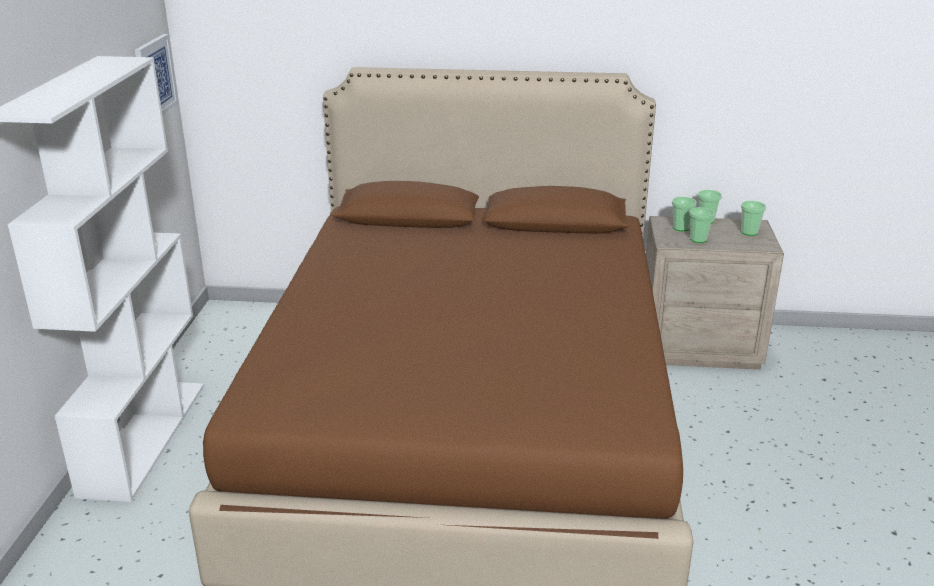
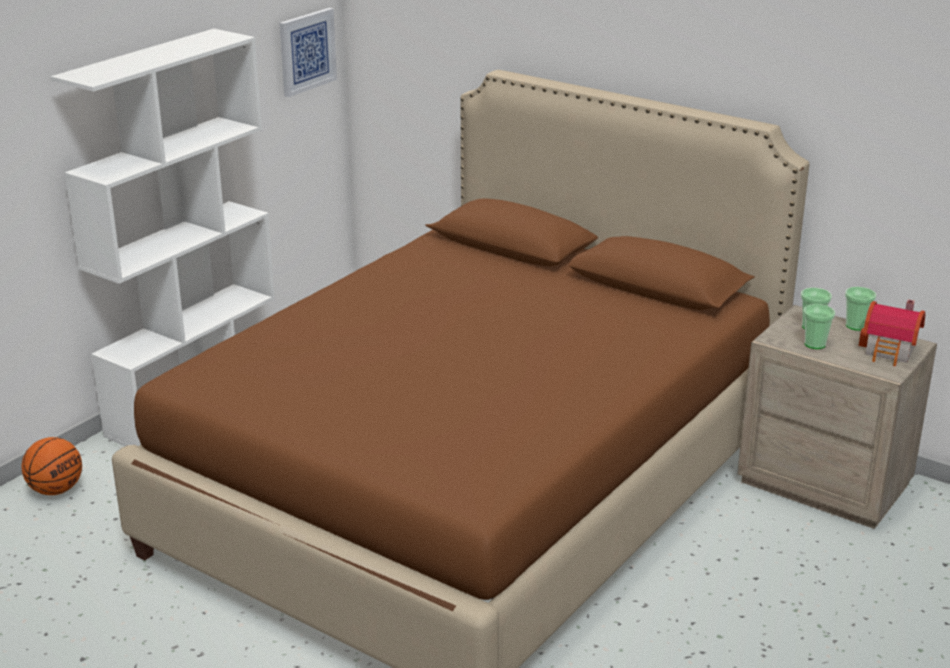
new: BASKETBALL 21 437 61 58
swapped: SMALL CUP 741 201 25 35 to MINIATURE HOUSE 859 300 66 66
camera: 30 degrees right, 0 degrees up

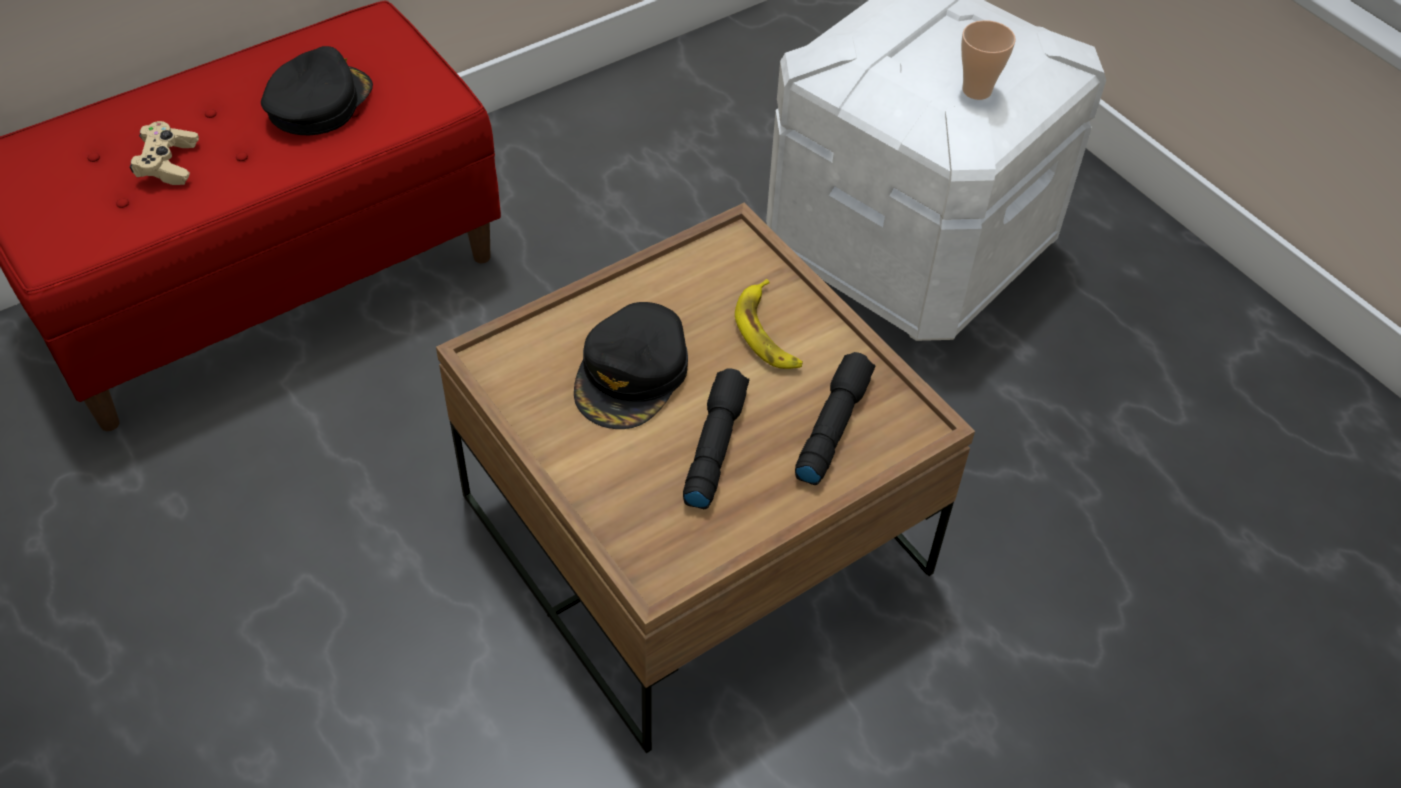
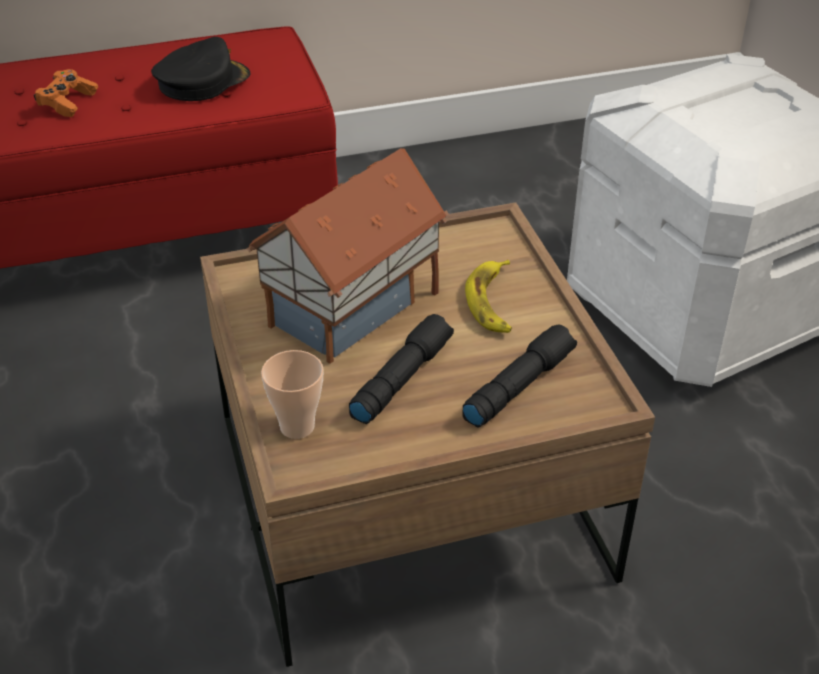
shifted: SMALL CUP 961 20 55 80 to 261 350 63 89
swapped: BLACK CAP 574 302 114 127 to MINIATURE HOUSE 247 148 201 216
repainted: SAND-COLOURED JOYPAD 130 121 69 64 to ORANGE JOYPAD 34 69 64 48
camera: 20 degrees right, 10 degrees down

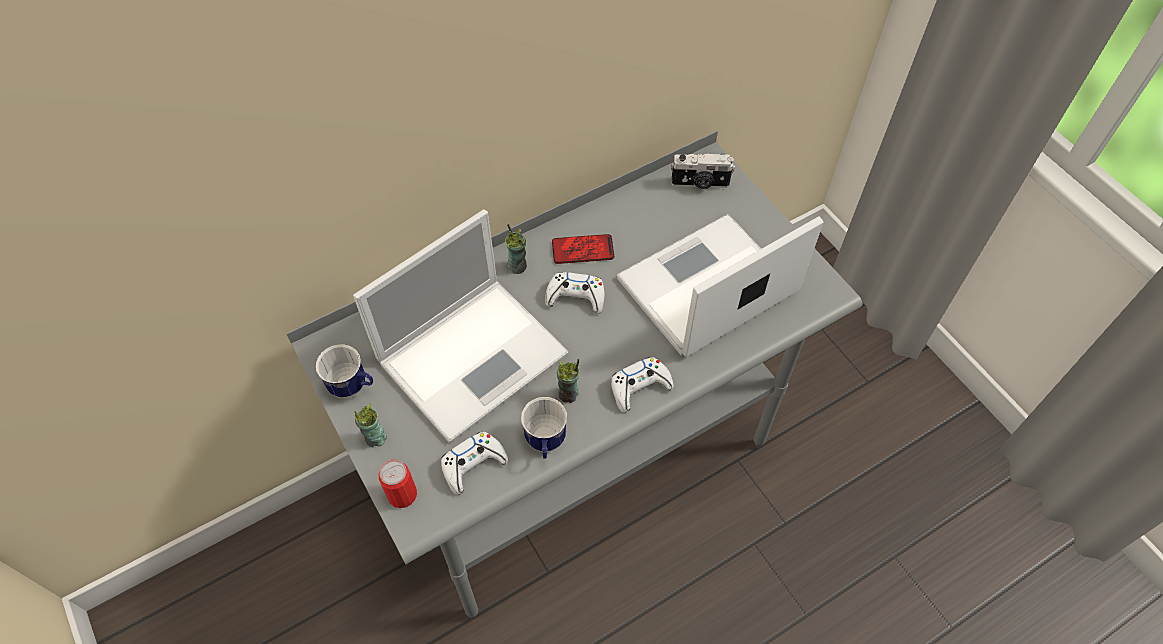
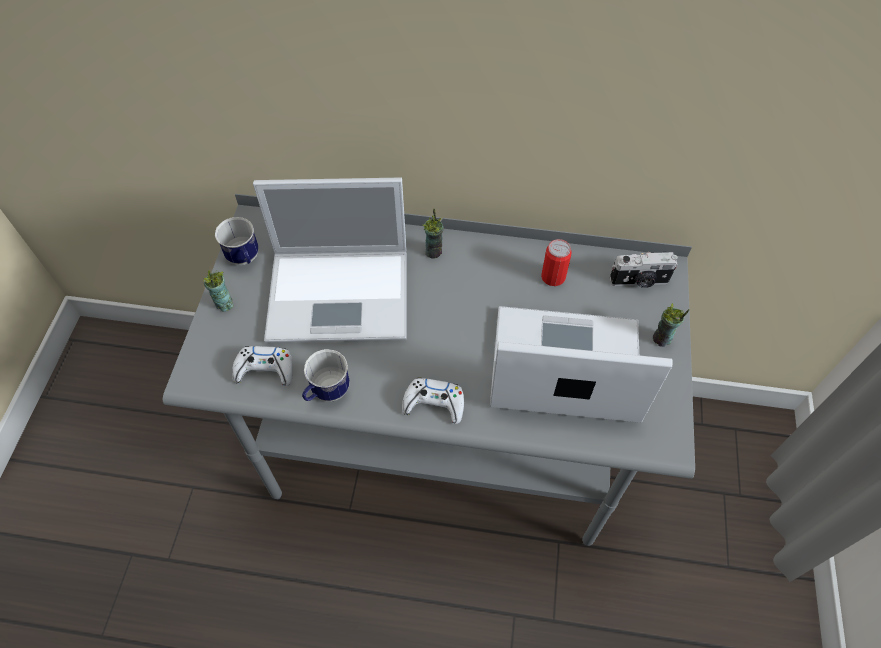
gone: WHITISH JOYPAD 545 272 60 42; HANDSET 552 234 62 30
shifted: CAN 379 460 38 48 to 541 239 31 47; SMALL CUP 557 358 23 45 to 653 303 37 44
rotated: STILL CAMERA 671 153 64 36 = 610 252 68 36 45 degrees counterclockwise
camera: 40 degrees right, 0 degrees up

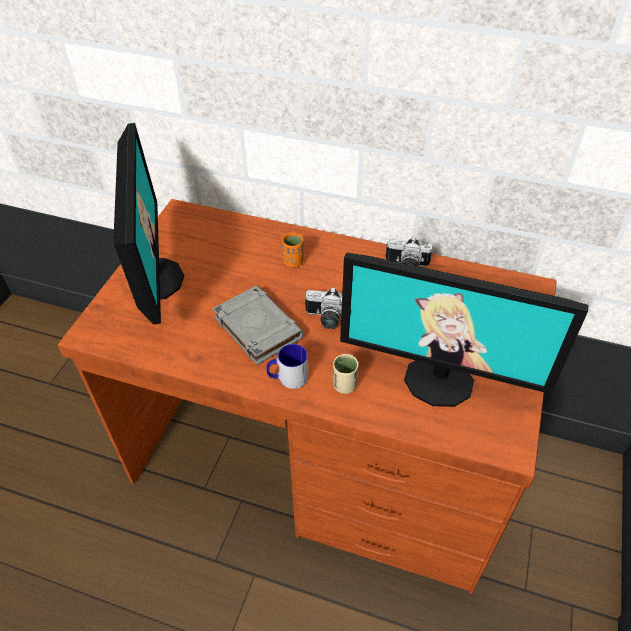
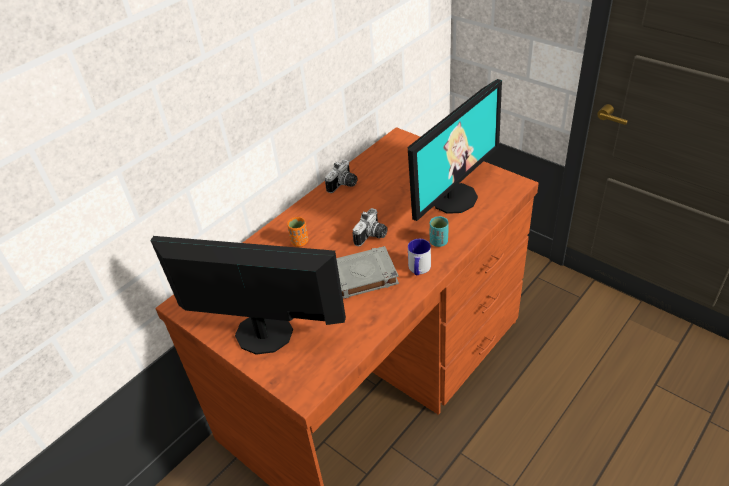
repainted: SAND-COLOURED SMALL CUP 333 354 26 40 to TURQUOISE-COLOURED SMALL CUP 430 216 19 31
camera: 65 degrees left, 5 degrees down

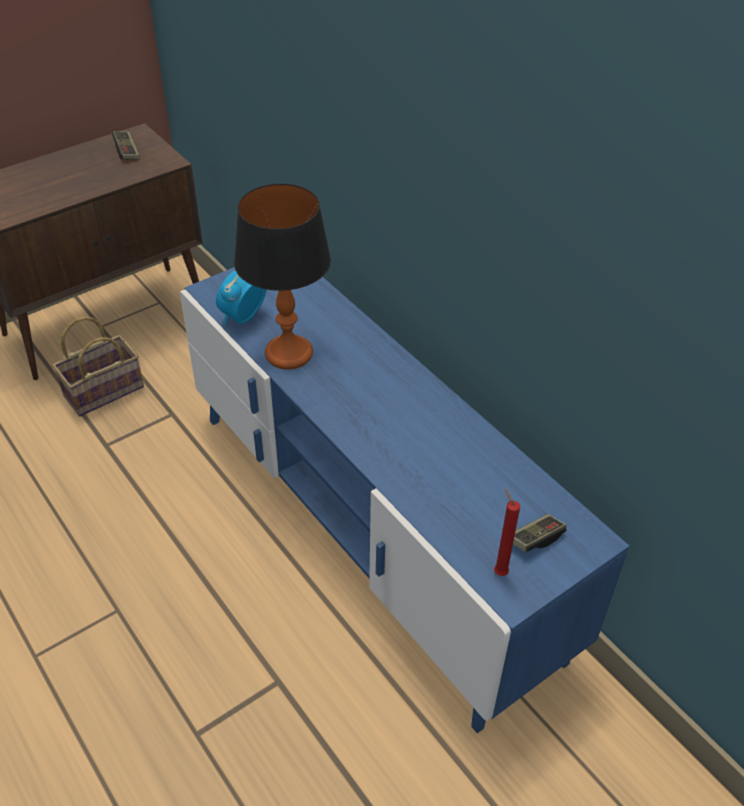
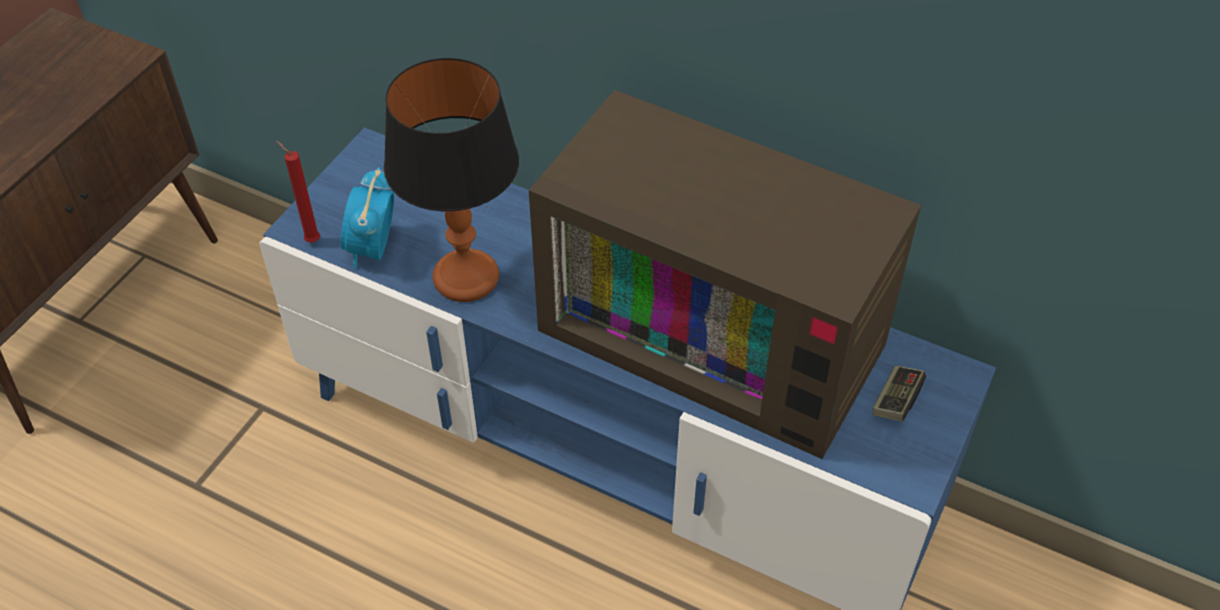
gone: STORAGE BASKET 52 316 92 100; JOYPAD 112 131 27 29
new: TV 529 90 392 369
shifted: REDDISH WAX CANDLE 494 489 26 87 to 276 141 44 102
camera: 25 degrees left, 5 degrees up

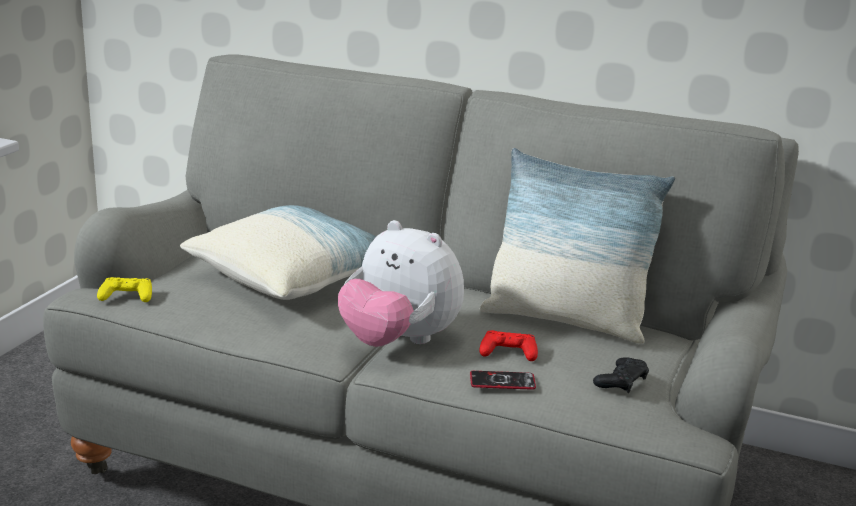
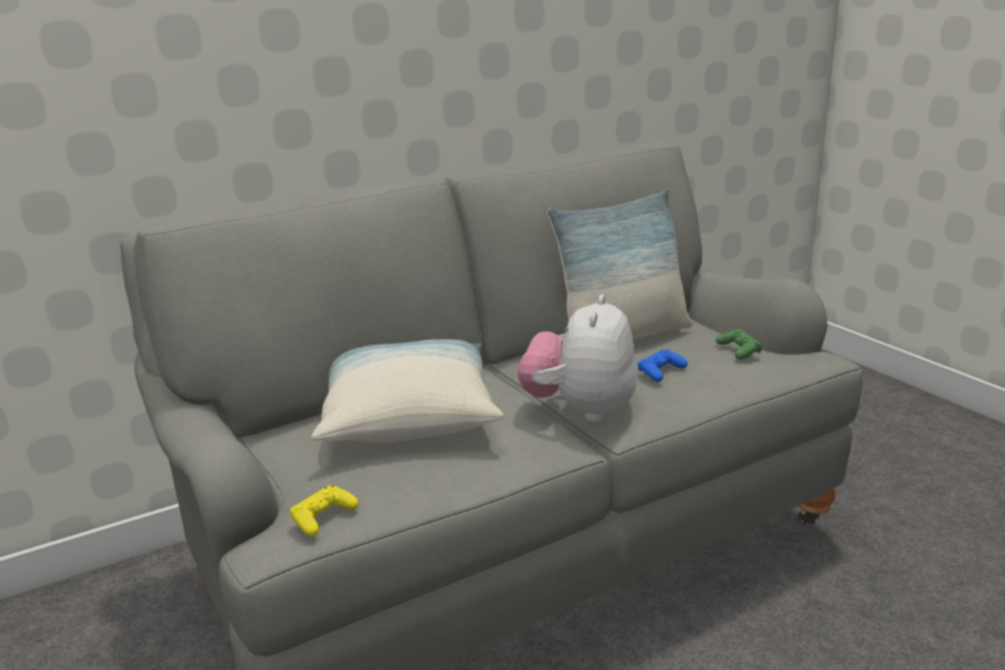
gone: HANDSET 470 371 66 19
repainted: REDDISH JOYPAD 479 330 59 31 to BLUE JOYPAD 638 350 50 32; BLACK JOYPAD 593 357 56 36 to GREEN-COLOURED JOYPAD 716 329 47 31
rotated: SOFT TOY 338 220 126 127 = 518 294 119 128 120 degrees clockwise
camera: 50 degrees left, 0 degrees up

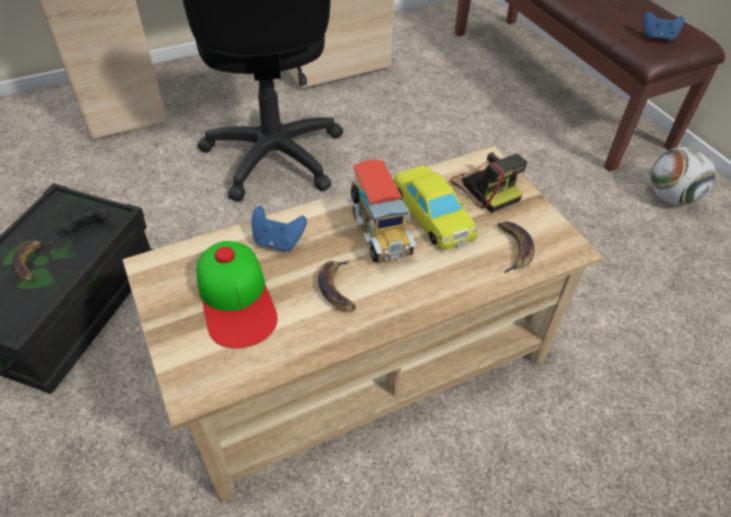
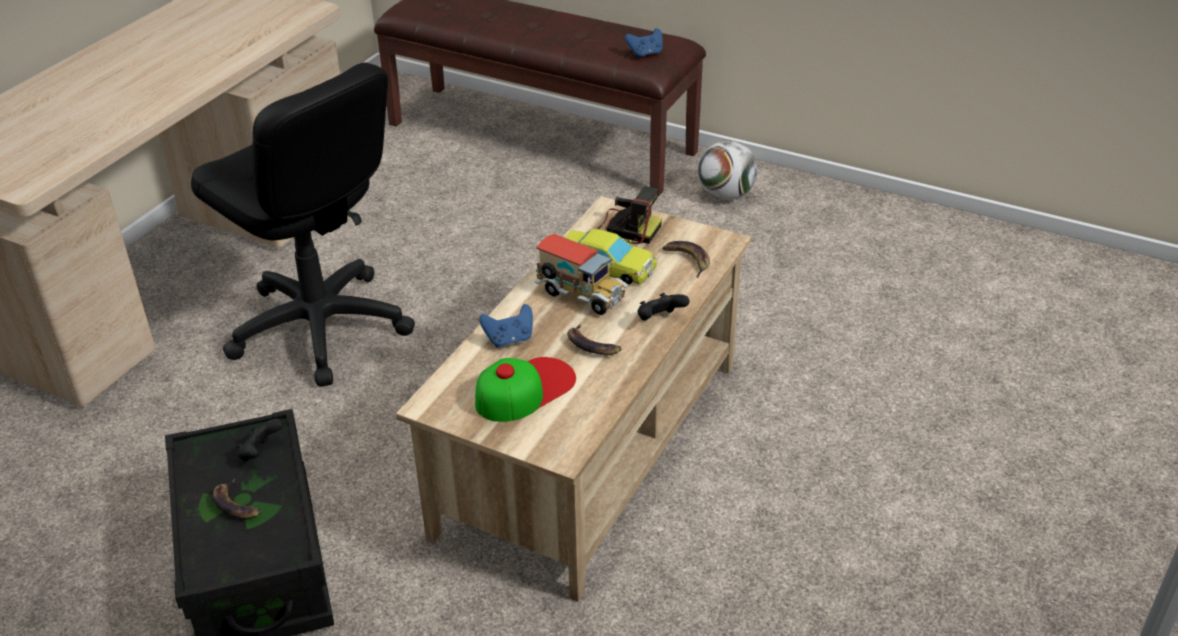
new: BLACK JOYPAD 637 293 53 28
rotated: CAP 197 241 80 108 = 475 357 101 65 75 degrees counterclockwise
camera: 35 degrees left, 10 degrees down

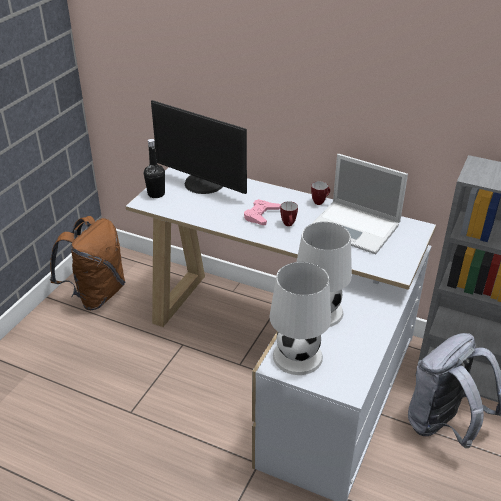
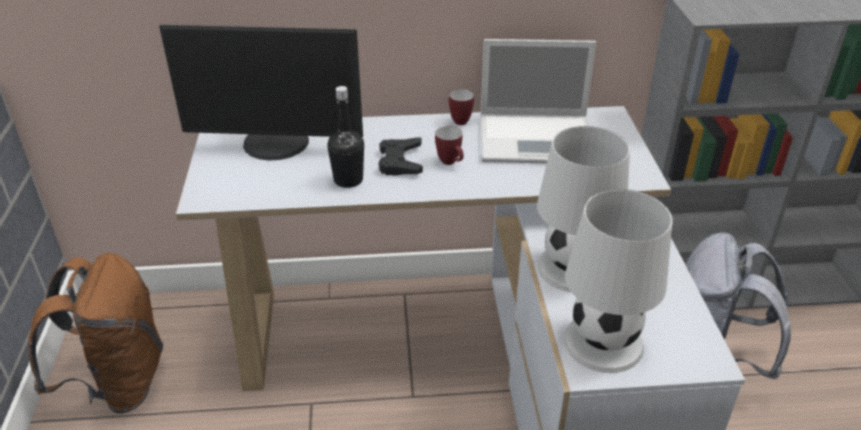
shifted: BLACK DRINK BOTTLE 144 139 21 59 to 327 86 37 102
repainted: PINK JOYPAD 244 199 37 26 to BLACK JOYPAD 379 137 44 38
camera: 30 degrees left, 0 degrees up

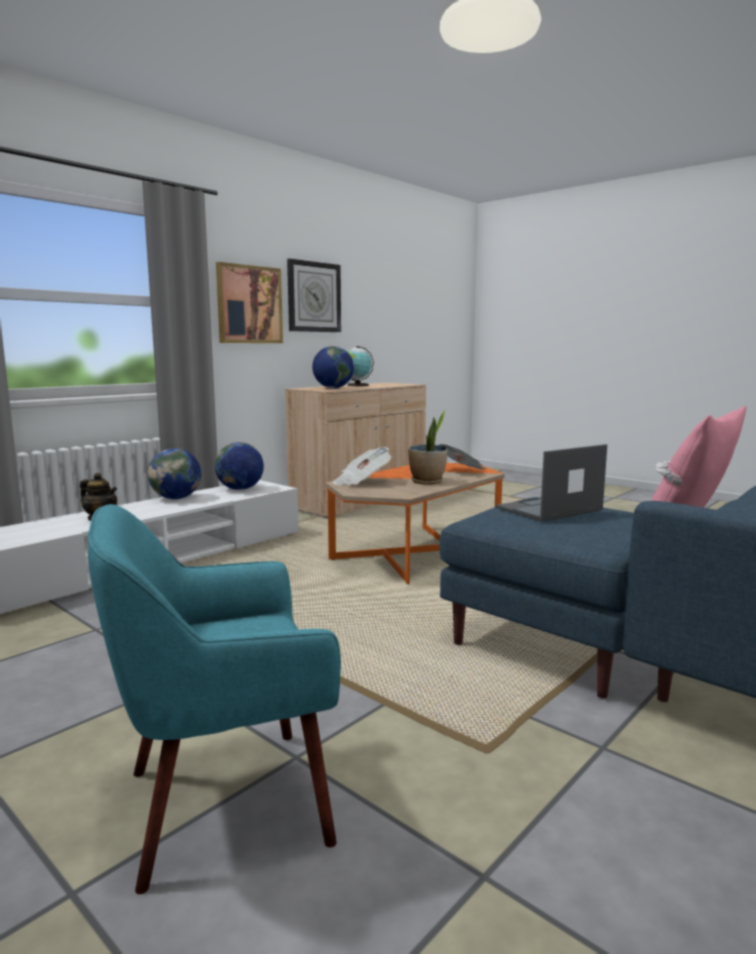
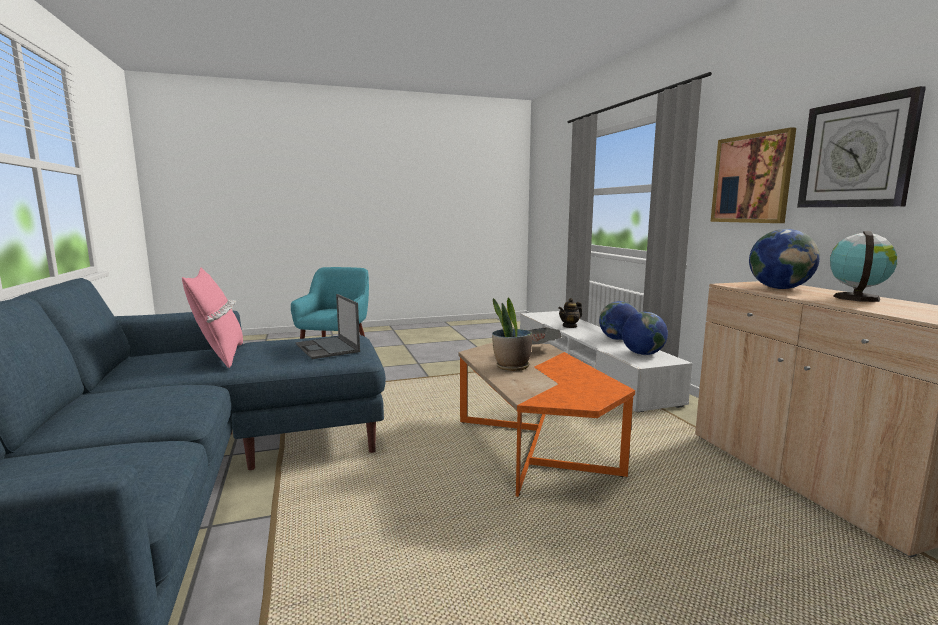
gone: PRINTED PAPER 438 444 48 26
rotated: LAPTOP 496 444 111 78 = 296 294 64 65 150 degrees clockwise
camera: 120 degrees right, 0 degrees up

